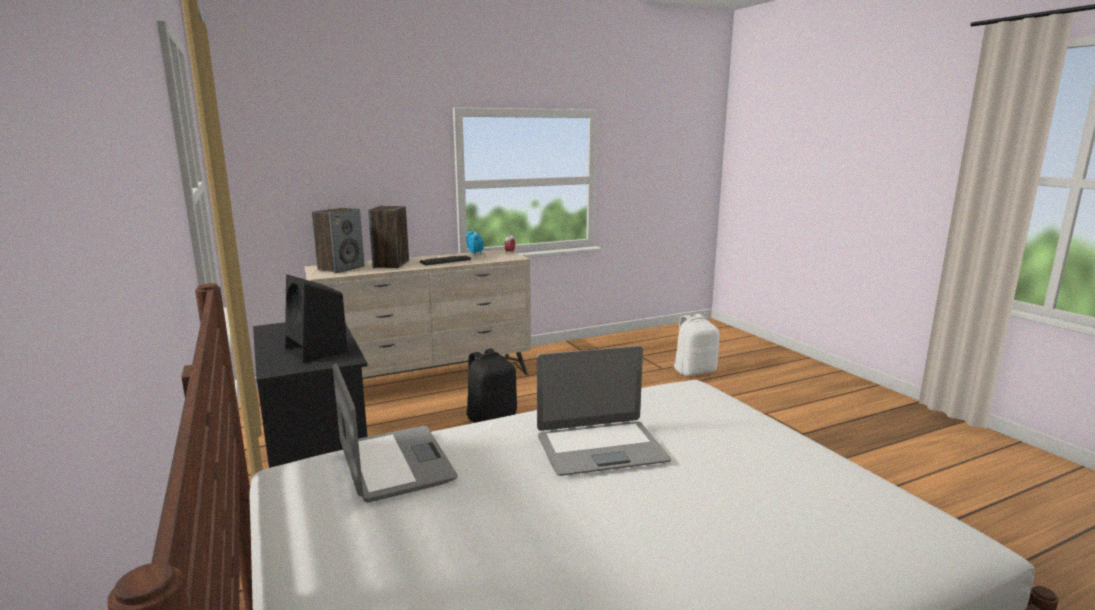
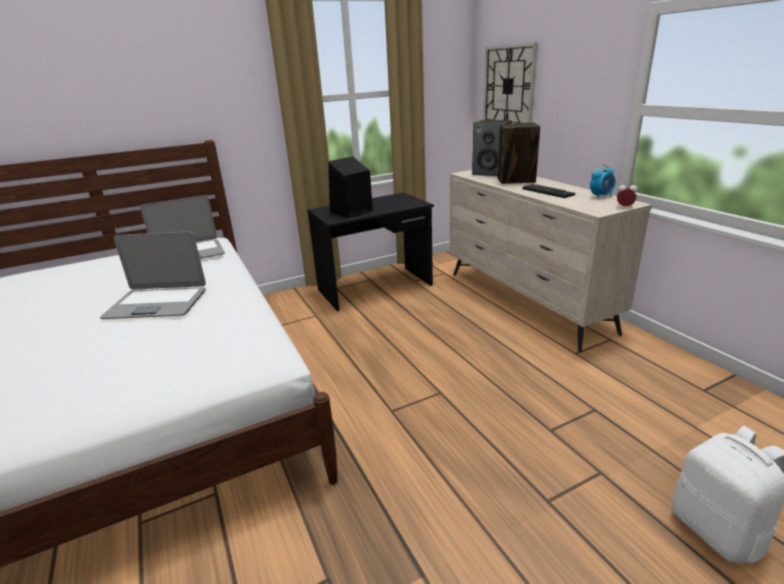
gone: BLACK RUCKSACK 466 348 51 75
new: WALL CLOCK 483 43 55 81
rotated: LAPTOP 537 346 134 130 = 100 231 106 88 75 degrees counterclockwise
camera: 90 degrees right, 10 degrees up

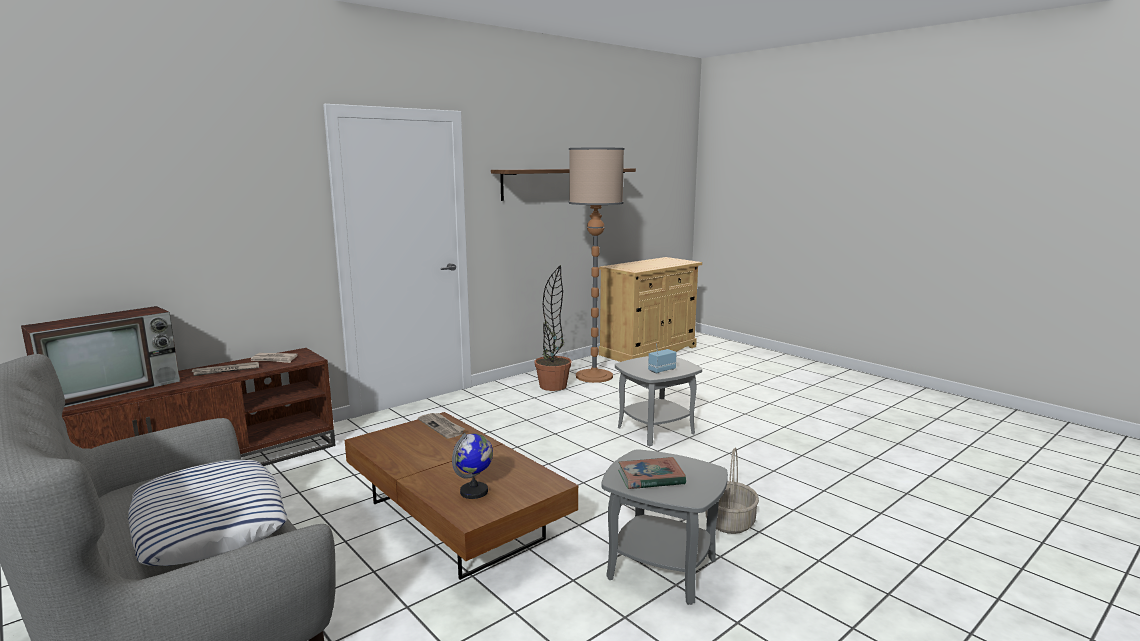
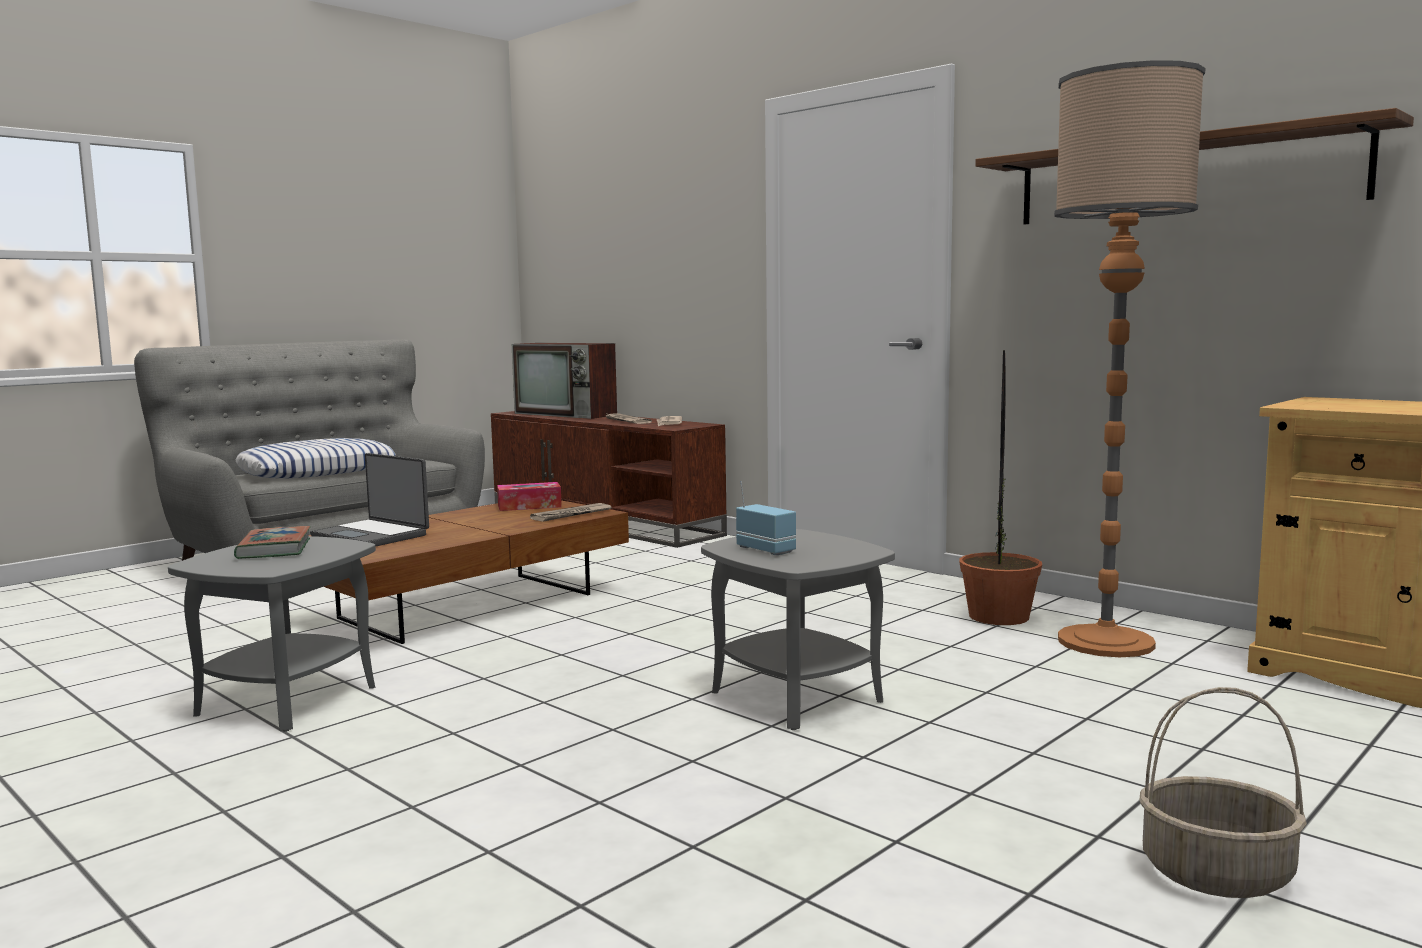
new: BOX OF TISSUES 497 482 65 29
shifted: STORAGE BASKET 706 447 53 87 to 1139 687 168 211
swapped: DESK GLOBE 452 433 41 66 to LAPTOP 310 453 119 94
camera: 85 degrees right, 5 degrees down

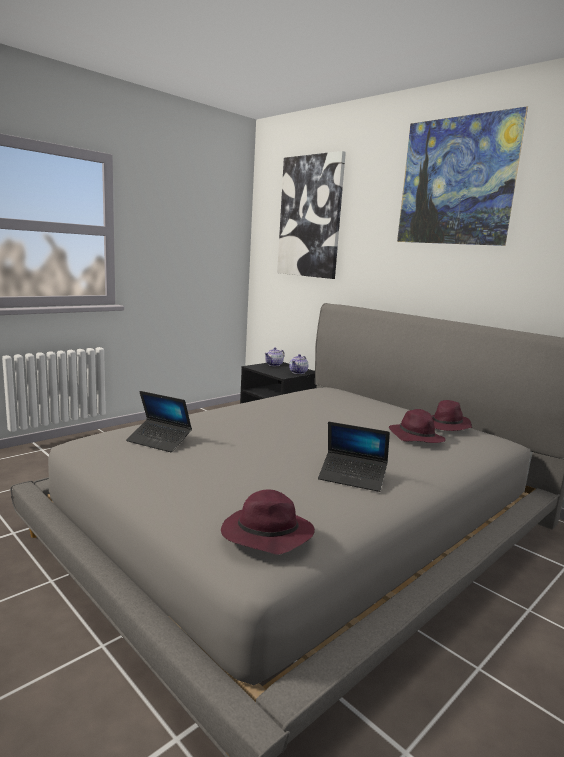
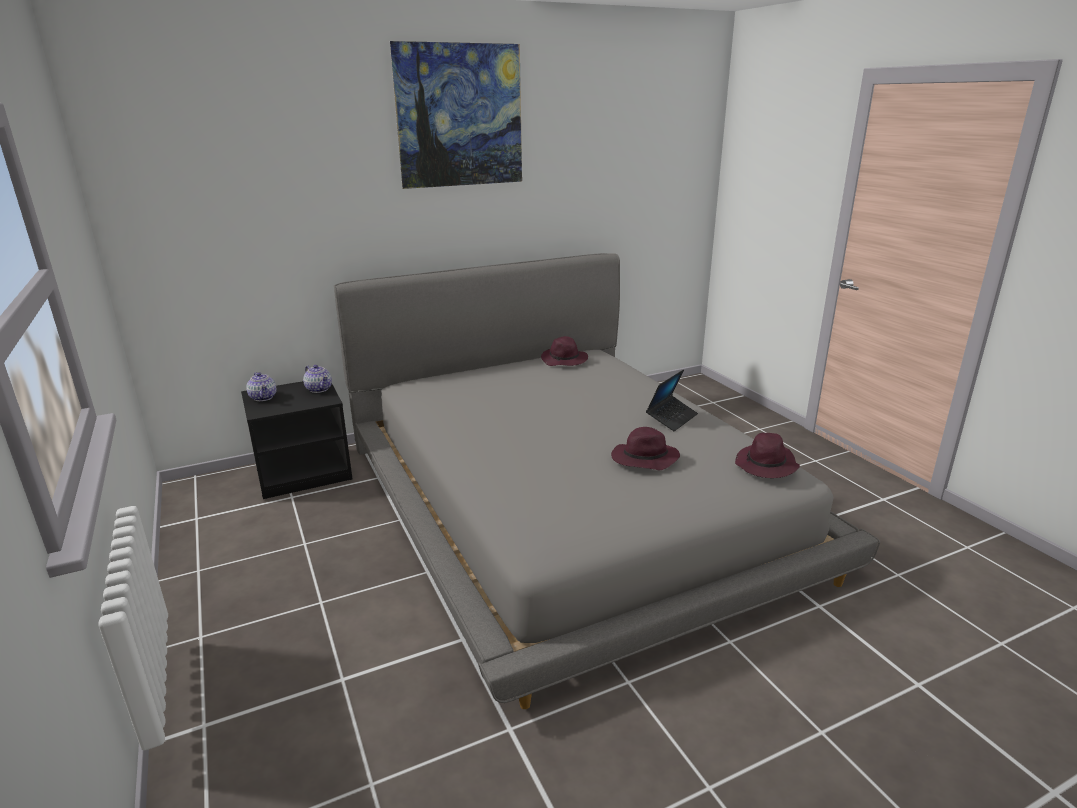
gone: LAPTOP 126 391 66 61; WALL PICTURE 277 151 69 128
shifted: PURPLISH CLOTHING HAT 389 409 57 34 to 611 427 69 43
camera: 70 degrees left, 10 degrees up

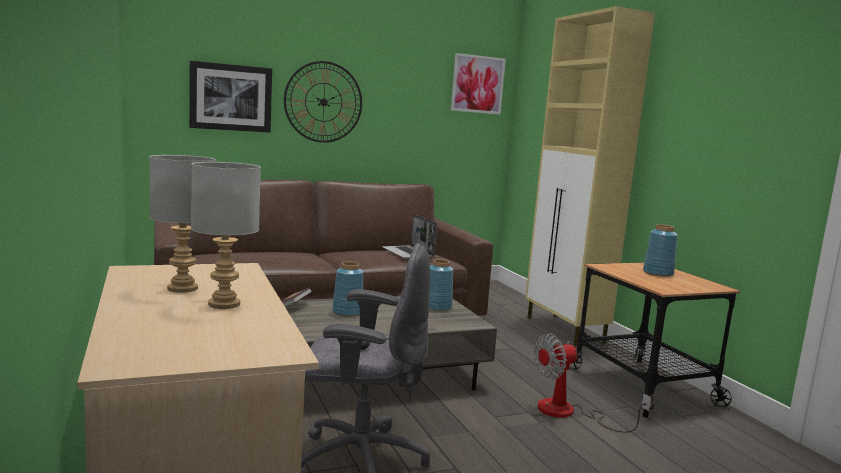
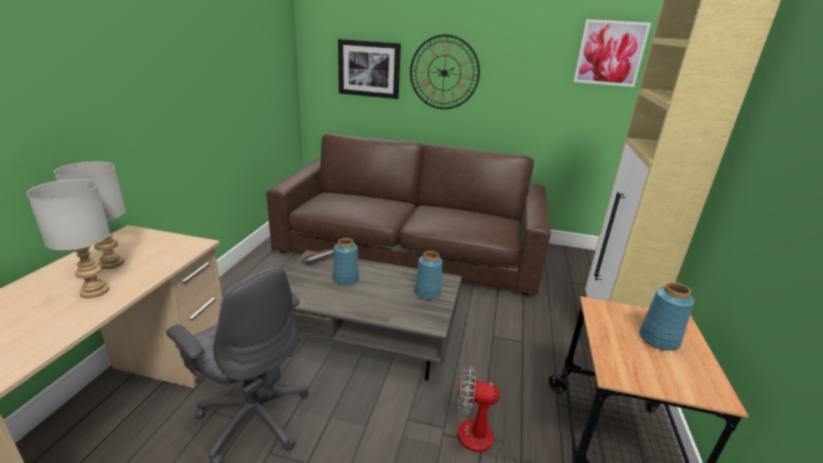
gone: LAPTOP 382 214 55 45
camera: 35 degrees right, 15 degrees up

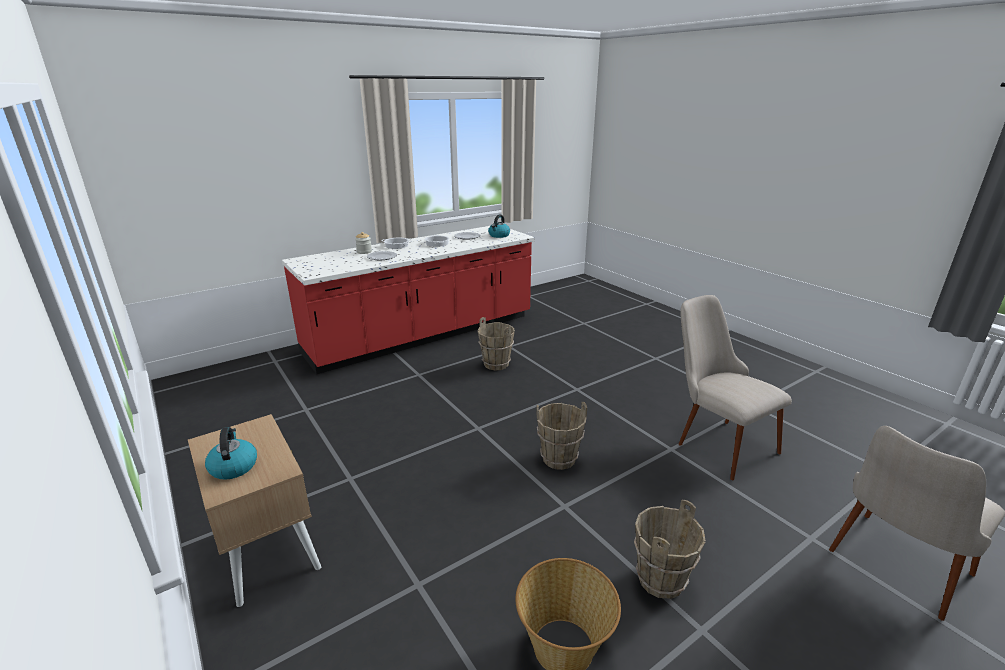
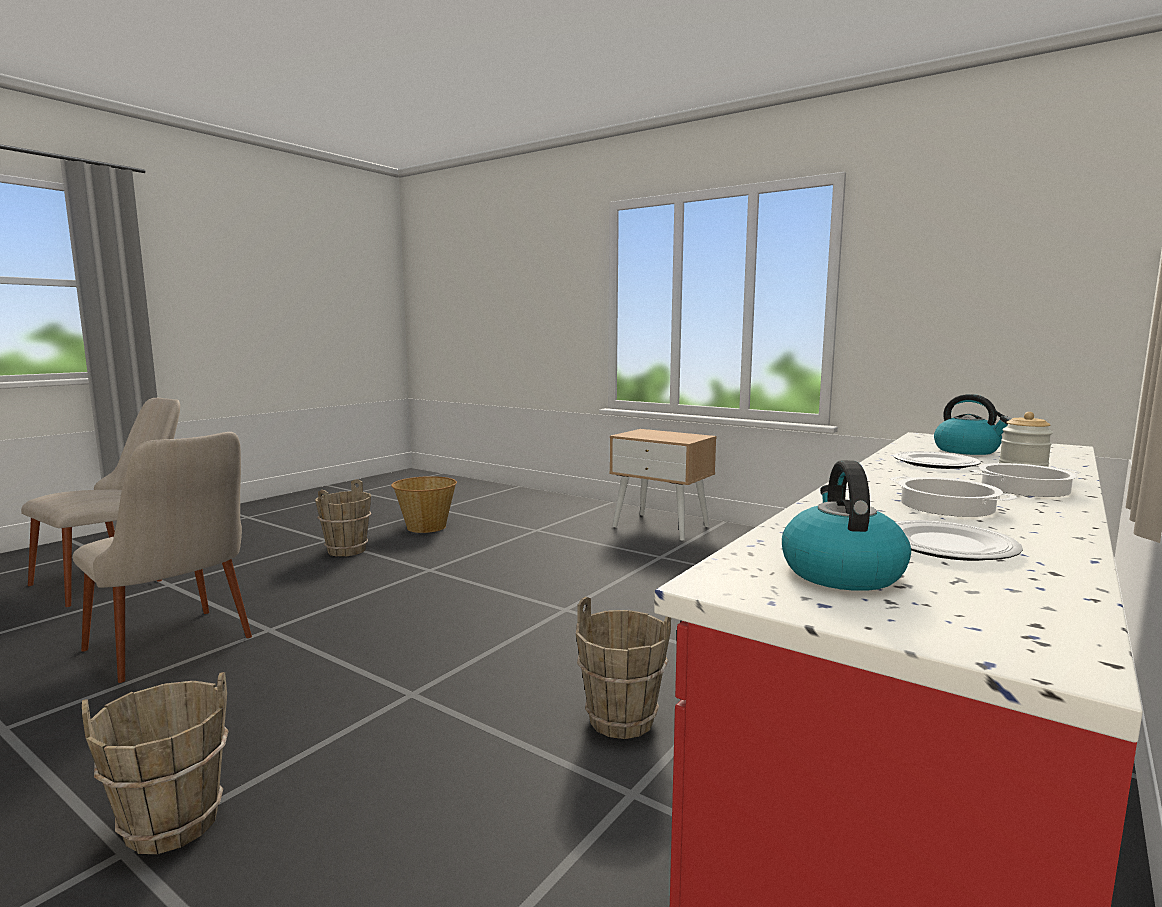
shifted: TEA KETTLE 205 427 52 53 to 934 394 77 61; BROWN-COLOURED PAIL 536 402 51 68 to 82 672 147 182
camera: 160 degrees right, 15 degrees down

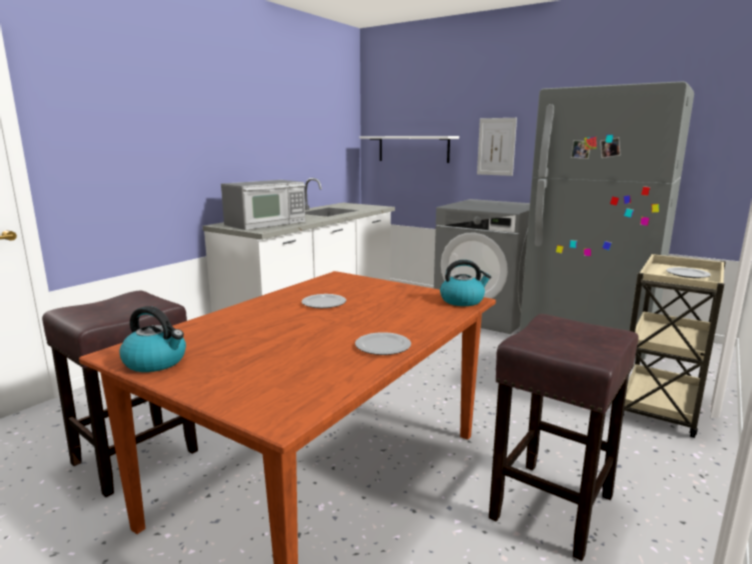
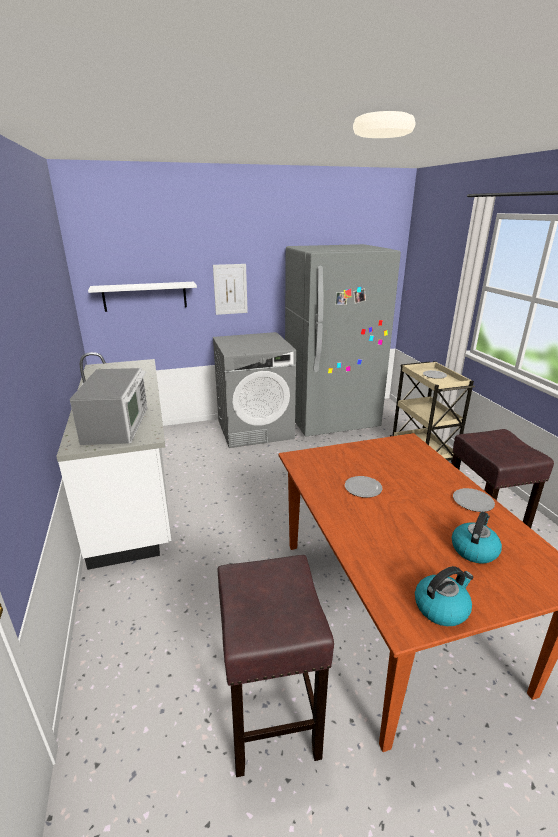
shifted: TEA KETTLE 440 260 51 46 to 452 511 50 53
camera: 50 degrees left, 10 degrees up

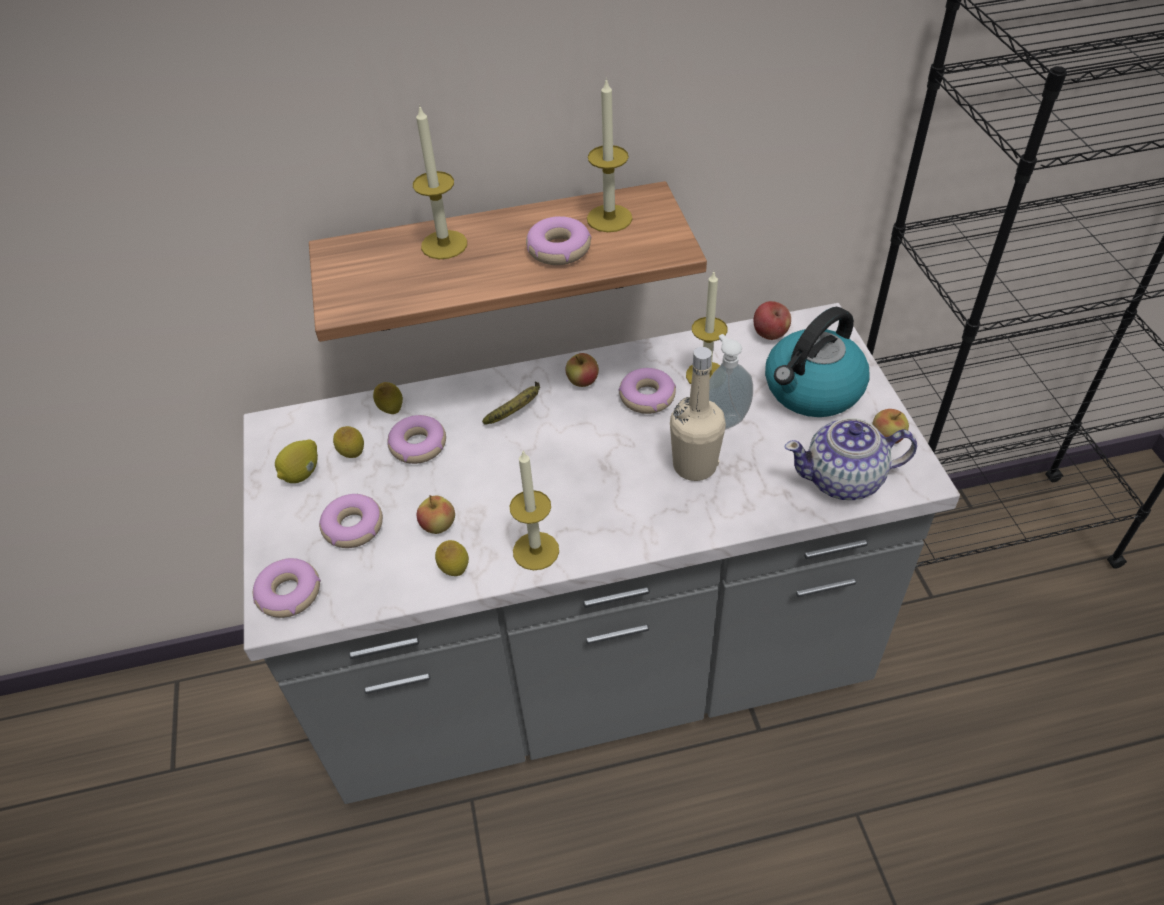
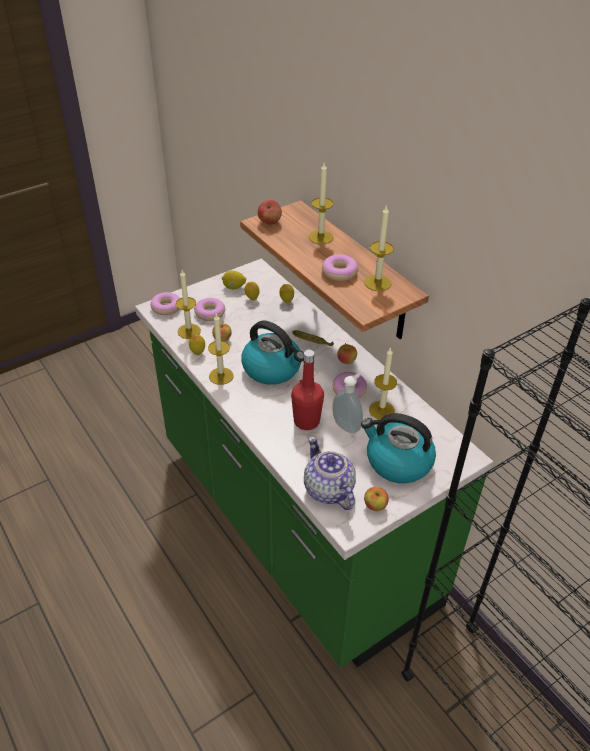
gone: DOUGHNUT 388 415 58 49
new: WAX CANDLE 176 270 25 69; TEA KETTLE 241 321 63 64
shifted: APPLE 753 301 38 39 to 258 200 24 25
repainted: GREYISH KITCHEN BASE UNIT 244 303 716 501 to GREEN-COLOURED KITCHEN BASE UNIT 135 259 358 409; SAND-COLOURED DRINK BOTTLE 670 347 56 134 to REDDISH DRINK BOTTLE 291 350 33 80
camera: 65 degrees right, 5 degrees down

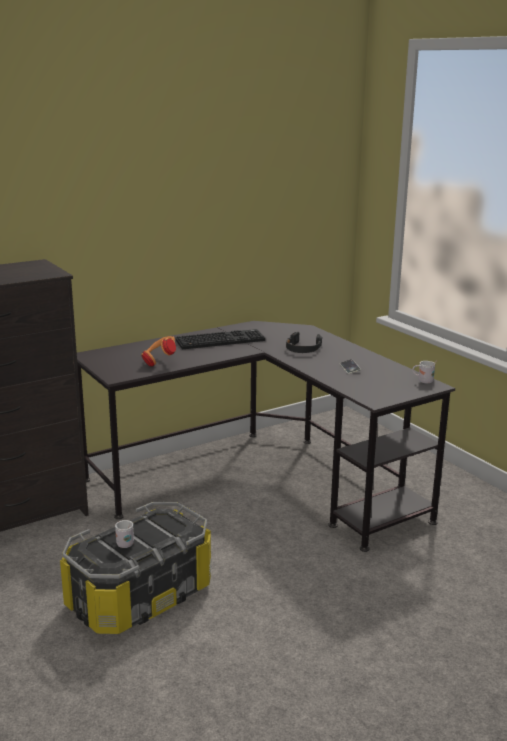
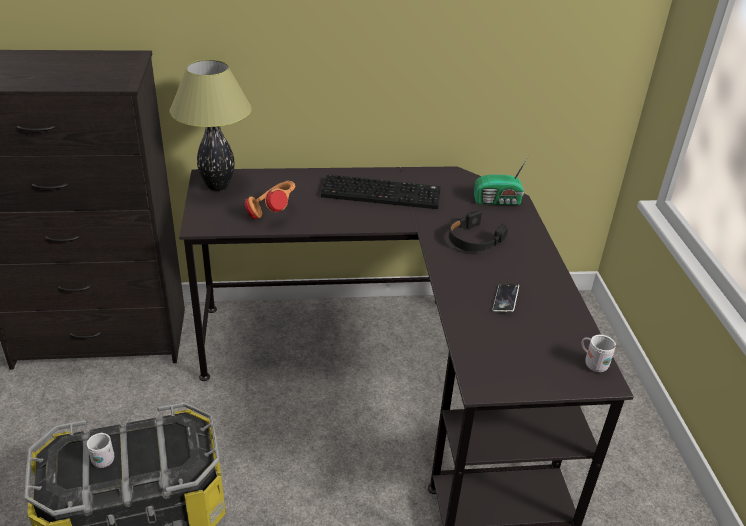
new: LAMP FOR A TABLE 170 59 82 132; RADIO RECEIVER 474 156 55 49
camera: 25 degrees right, 15 degrees up

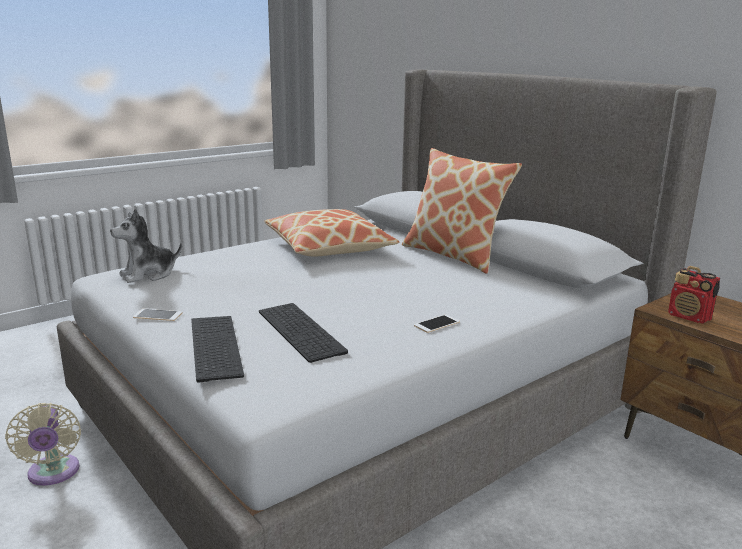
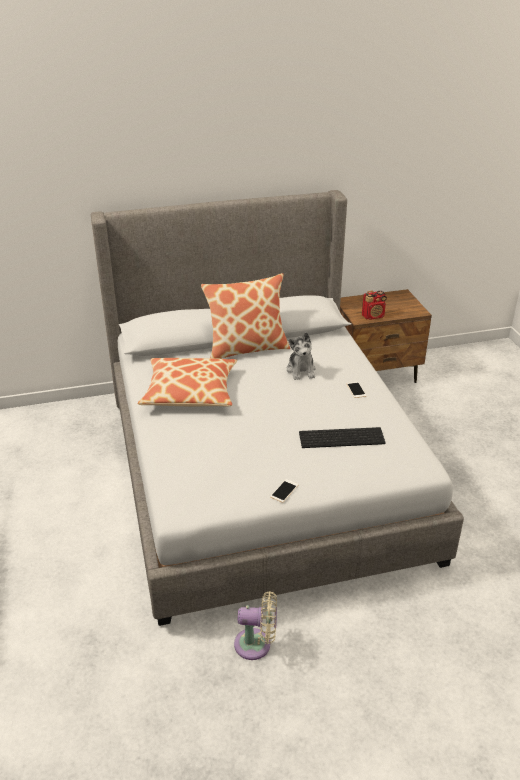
gone: COMPUTER KEYBOARD 191 316 53 67
shifted: SOFT TOY 110 209 72 74 to 287 332 29 48
camera: 65 degrees left, 15 degrees up

